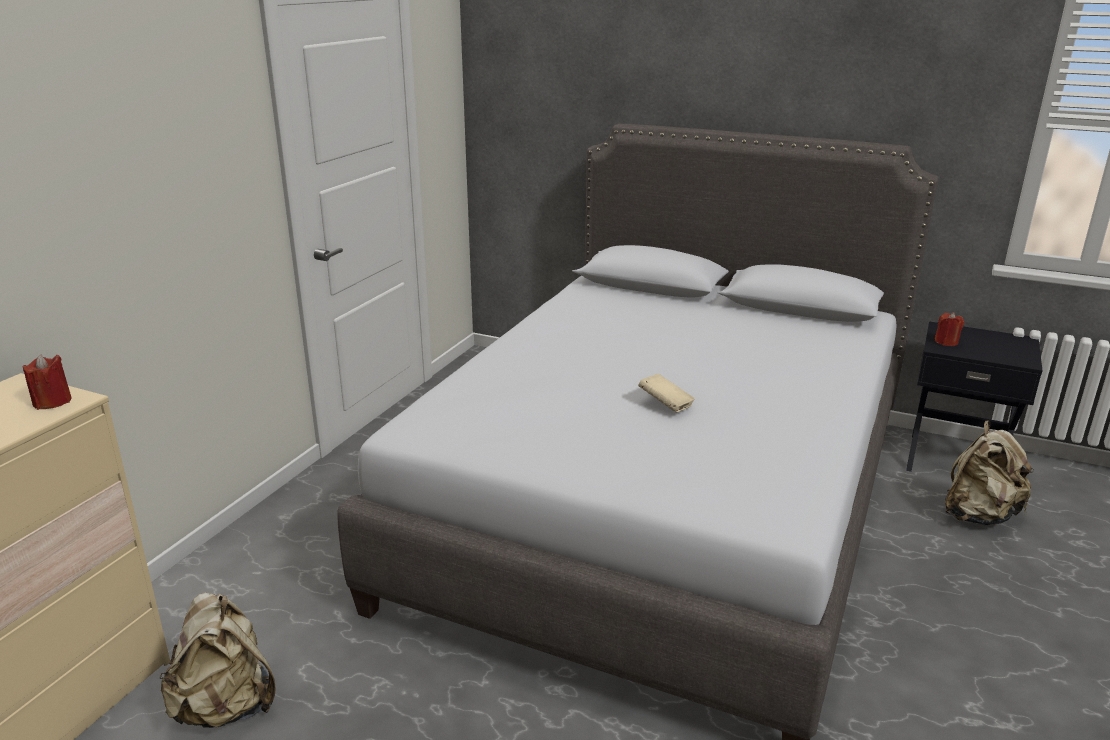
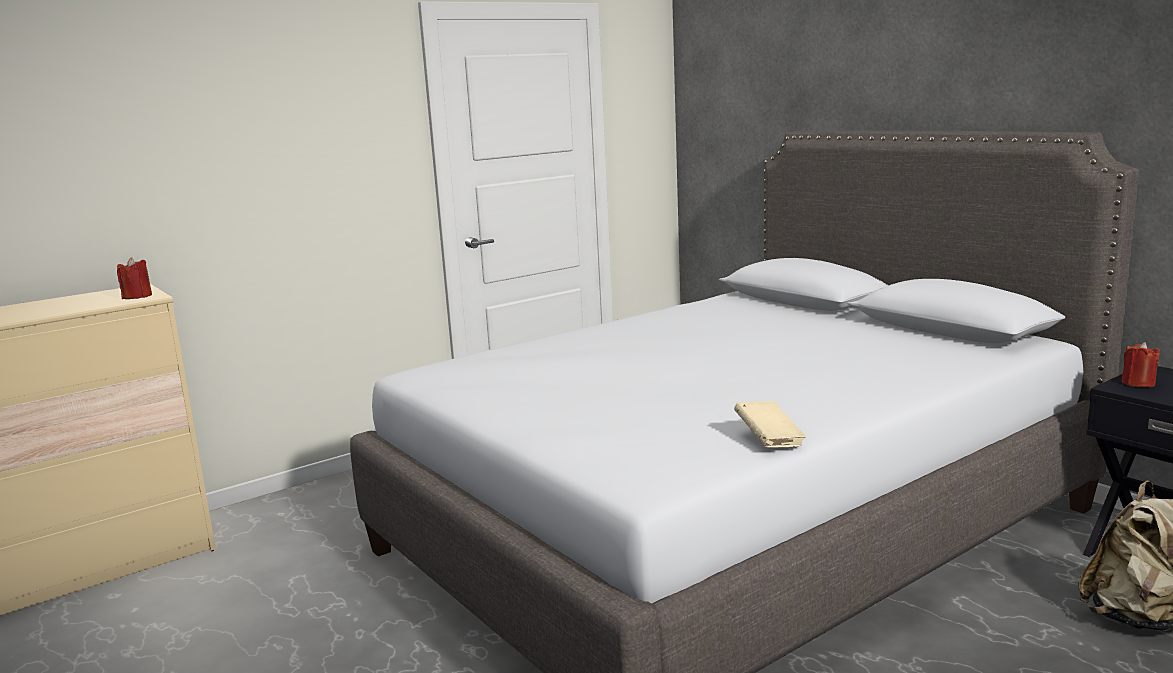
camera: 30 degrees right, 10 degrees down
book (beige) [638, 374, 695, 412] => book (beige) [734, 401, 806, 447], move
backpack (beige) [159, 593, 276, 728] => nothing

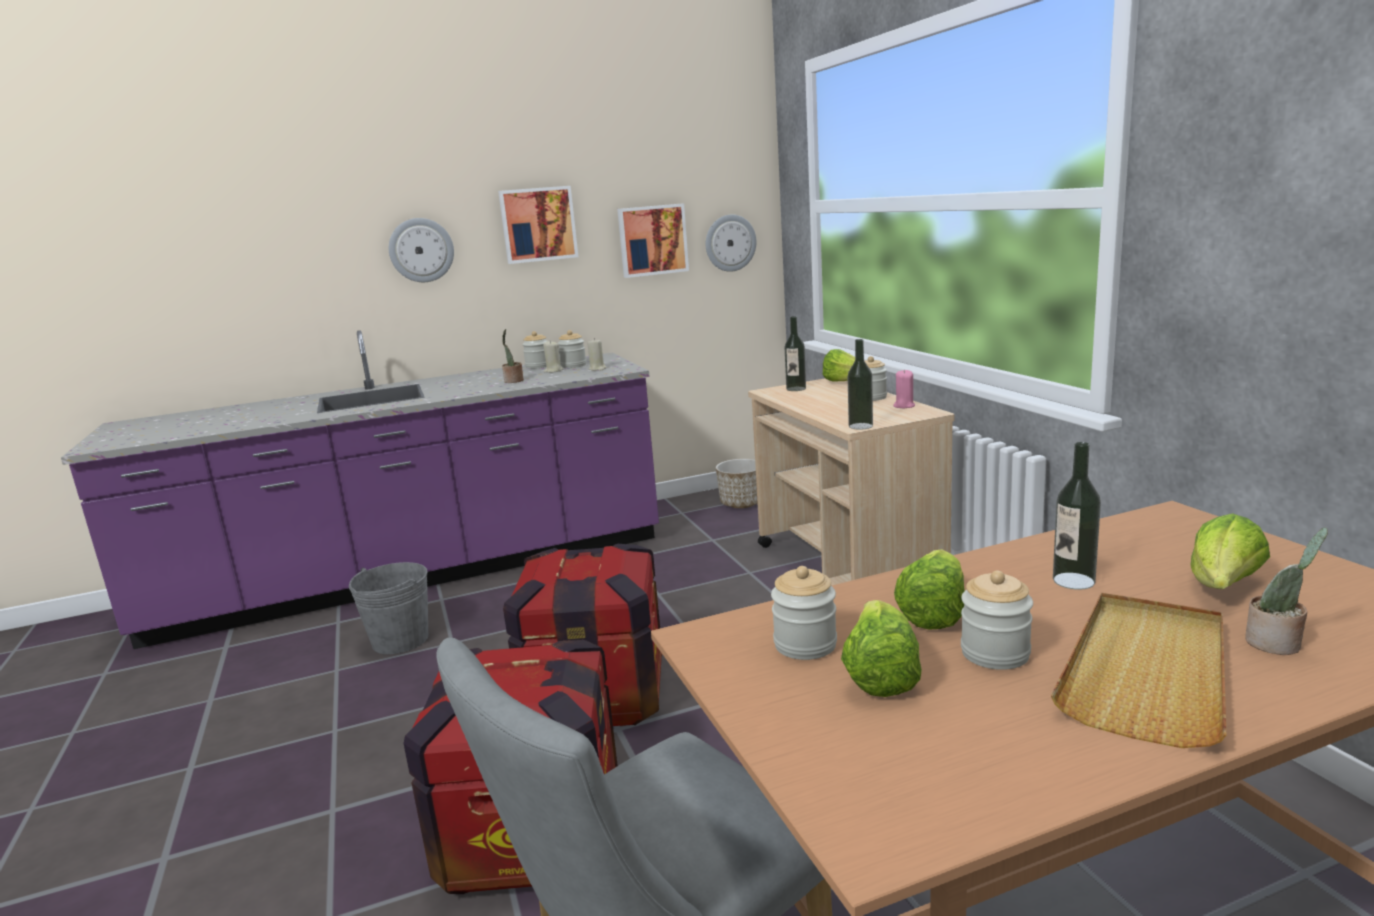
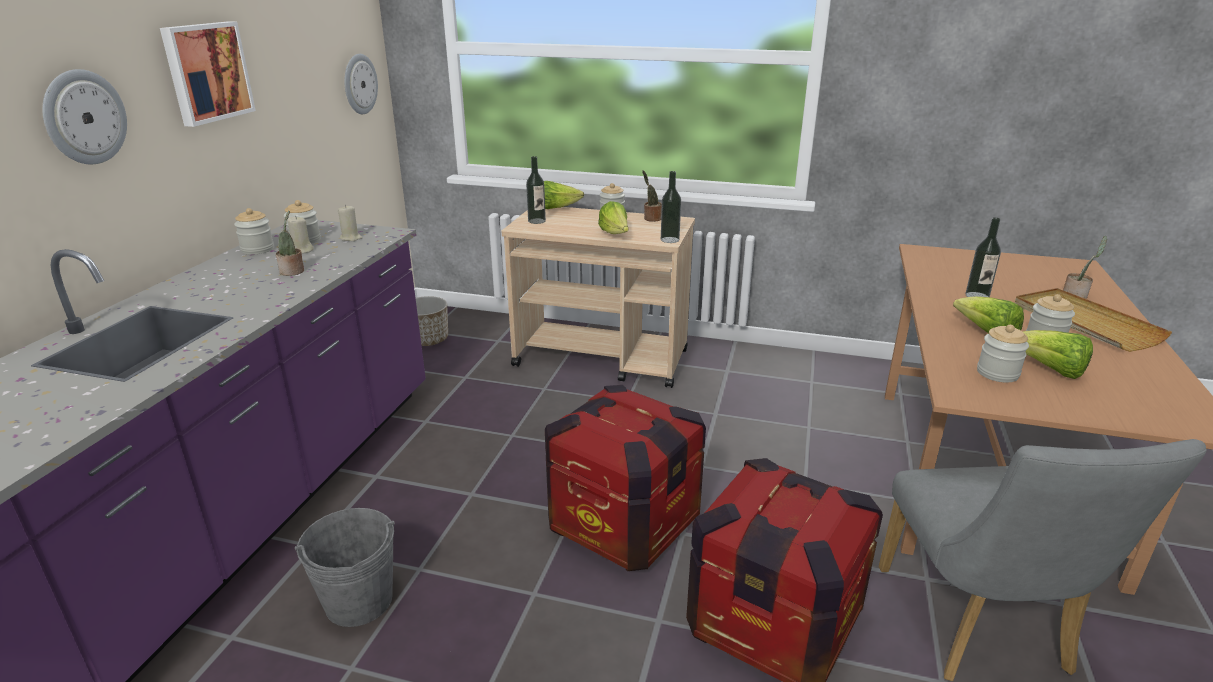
camera: 55 degrees left, 10 degrees up
lettuce [1190, 513, 1270, 589] => lettuce [598, 201, 629, 234], move
candle (pink) [893, 369, 915, 409] => potted plant [642, 170, 662, 222]
picture [617, 203, 689, 278] => nothing

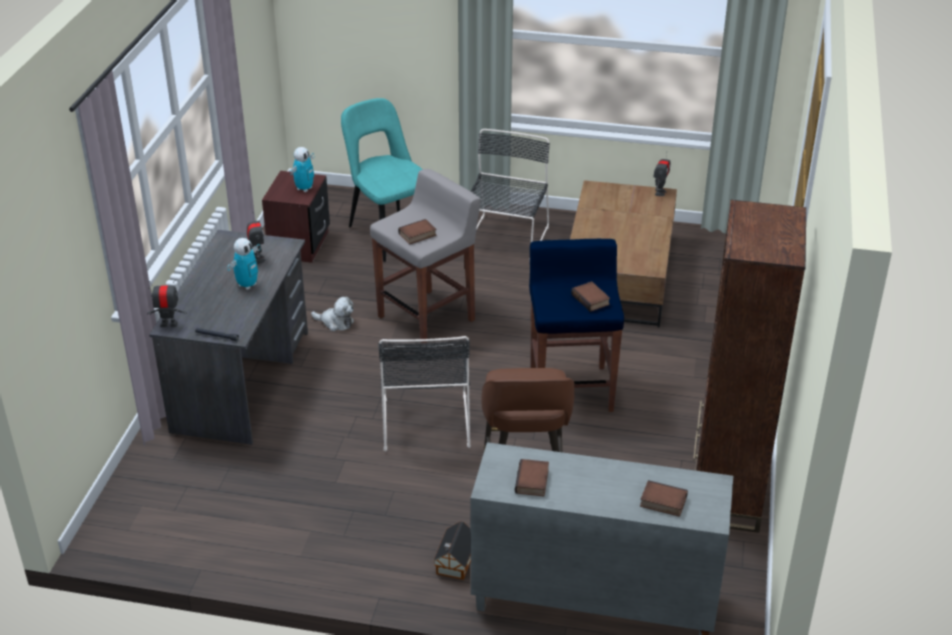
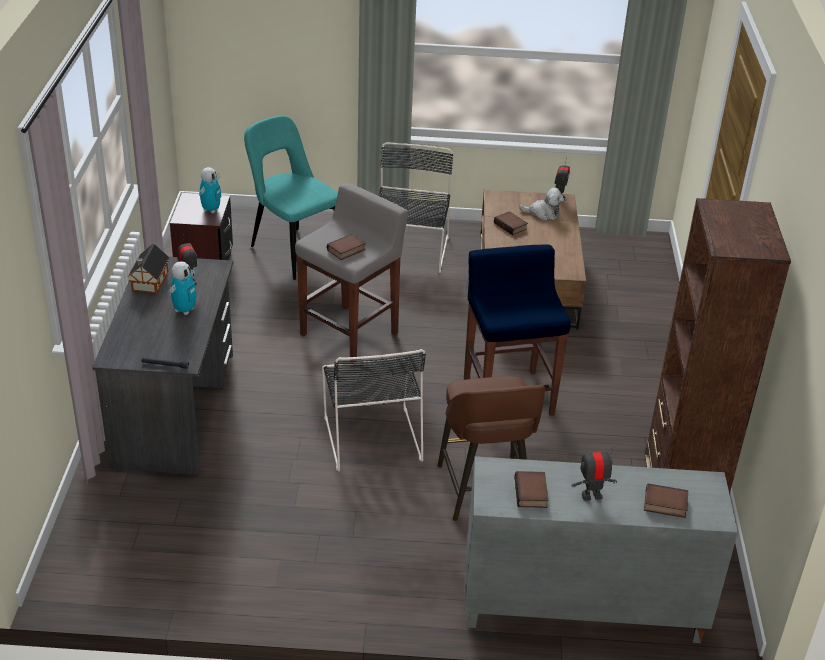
camera: 10 degrees left, 0 degrees up
toy house [433, 521, 471, 580] => toy house [128, 244, 169, 293], move
book [571, 281, 610, 312] => book [494, 211, 528, 235], move
plush toy [311, 297, 354, 331] => plush toy [519, 188, 564, 221], move
toy robot [147, 280, 187, 327] => toy robot [571, 446, 617, 501], move

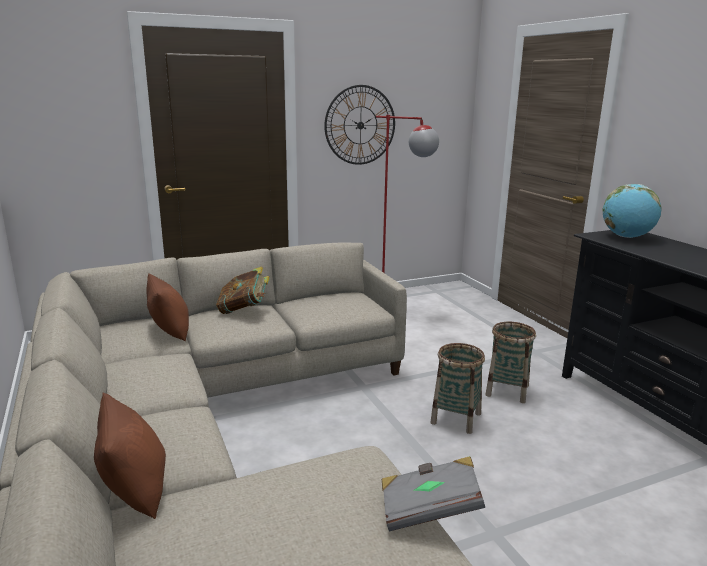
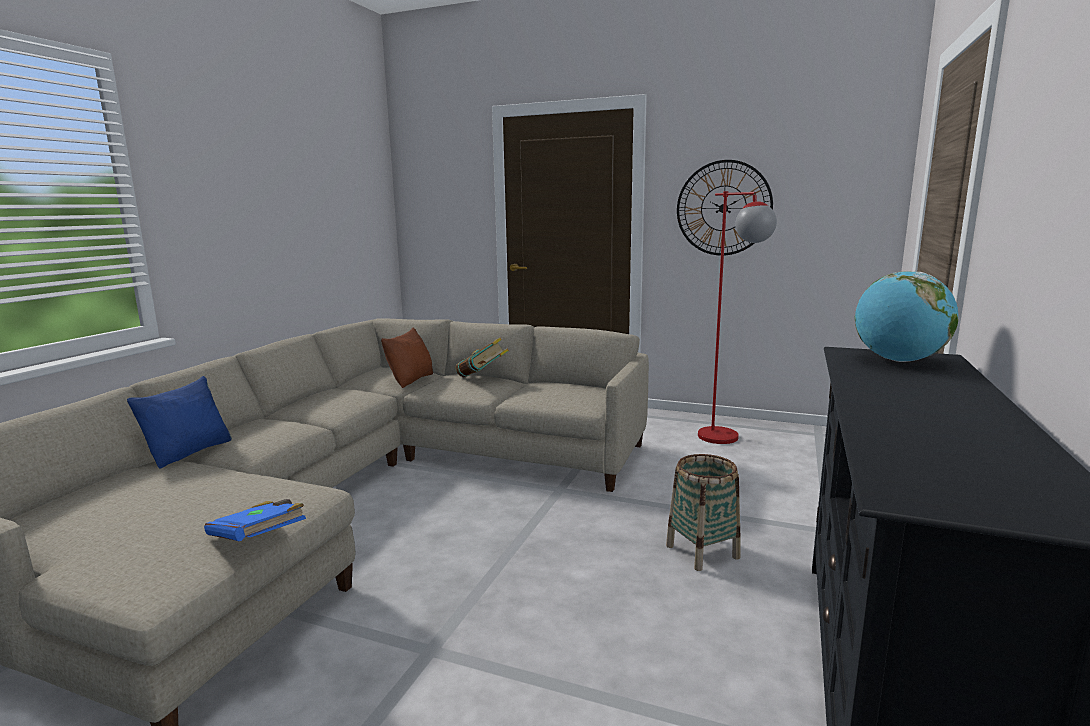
camera: 45 degrees right, 5 degrees down
pillow (brown) [94, 393, 166, 519] => pillow (blue) [127, 376, 232, 469]
book (grey) [382, 456, 485, 531] => book (blue) [204, 499, 306, 541]
basket [431, 343, 485, 434] => nothing

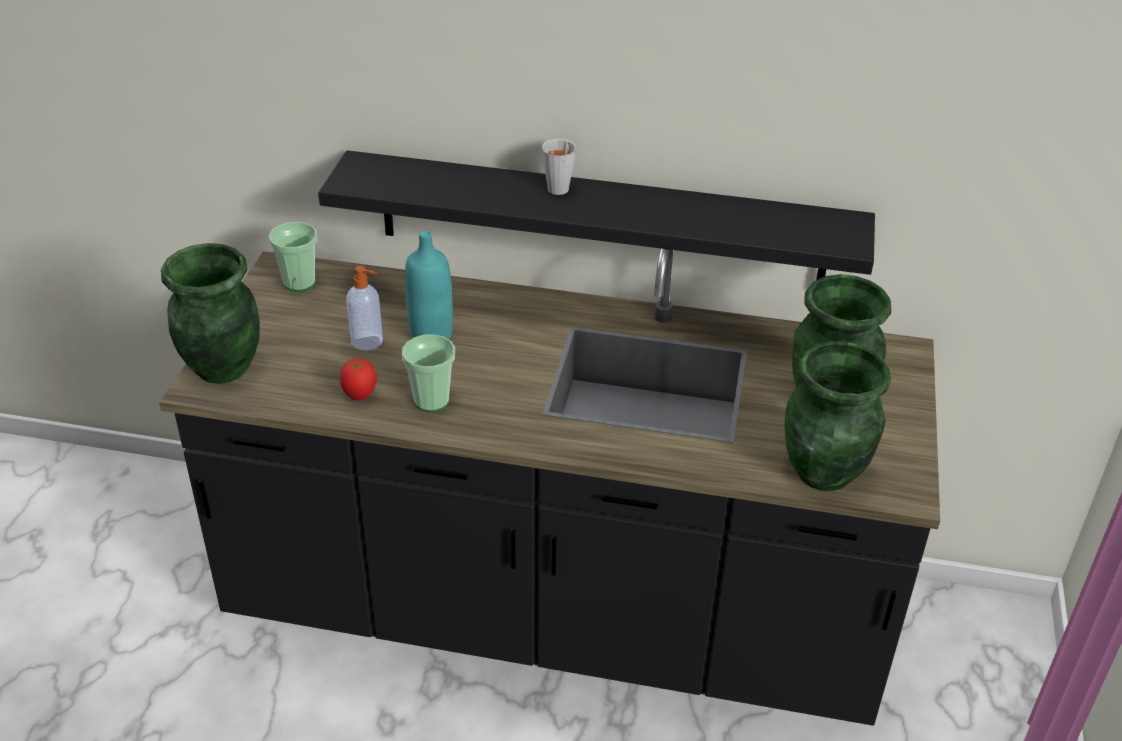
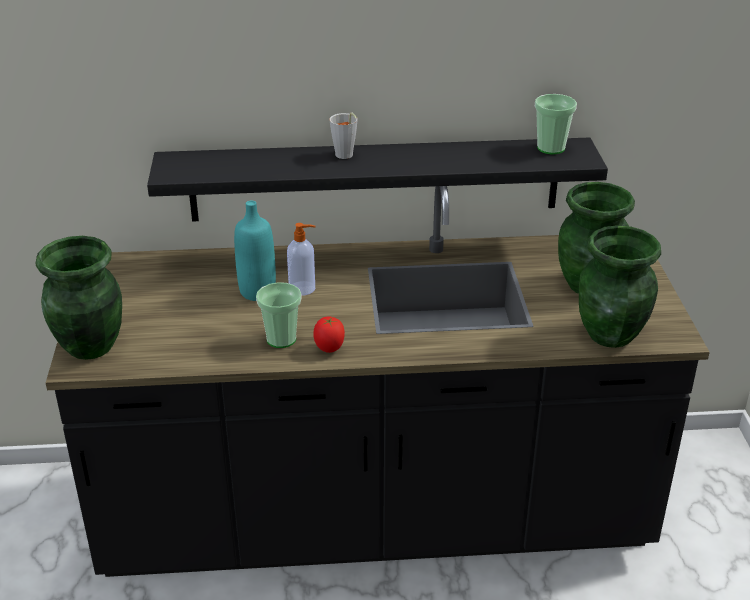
camera: 15 degrees left, 5 degrees down
soap dispenser [346, 266, 383, 351] => soap dispenser [287, 223, 315, 296], move
tomato [340, 359, 377, 400] => tomato [313, 316, 345, 353], move
cup [269, 222, 317, 292] => cup [535, 94, 577, 154], move

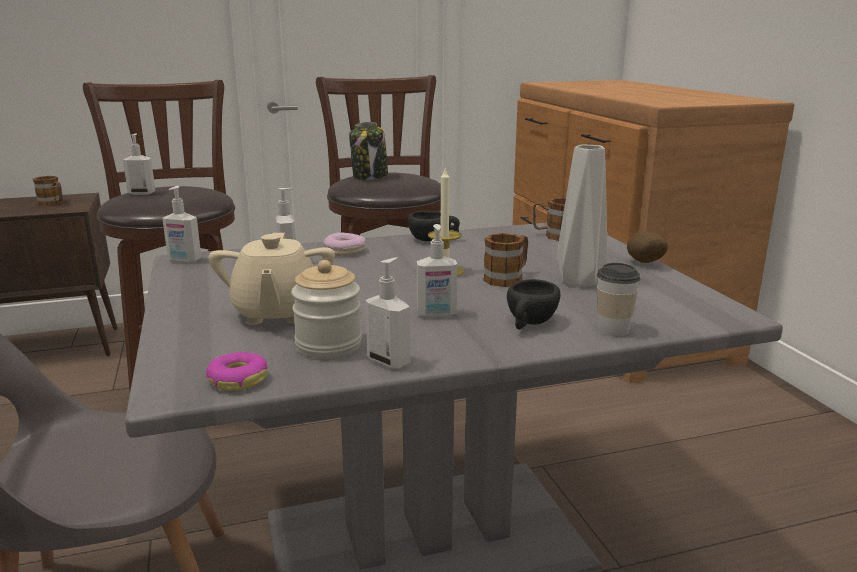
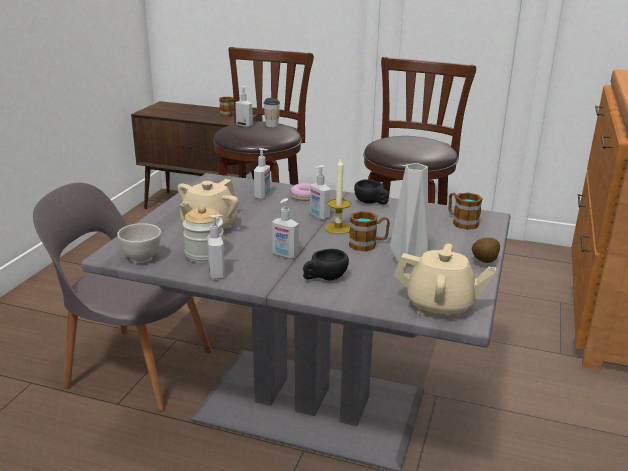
camera: 35 degrees right, 5 degrees up
donut [206, 352, 268, 391] => bowl (white) [117, 223, 161, 263]
cup [597, 263, 640, 336] => cup [264, 98, 280, 127], move
soap dispenser [162, 186, 201, 263] => soap dispenser [310, 165, 331, 220], move
nothing => teapot (beige) [394, 244, 496, 319]
jar [349, 122, 388, 180] => nothing

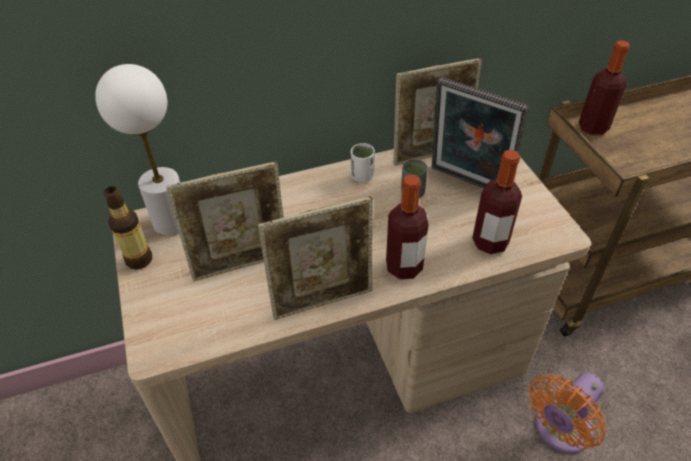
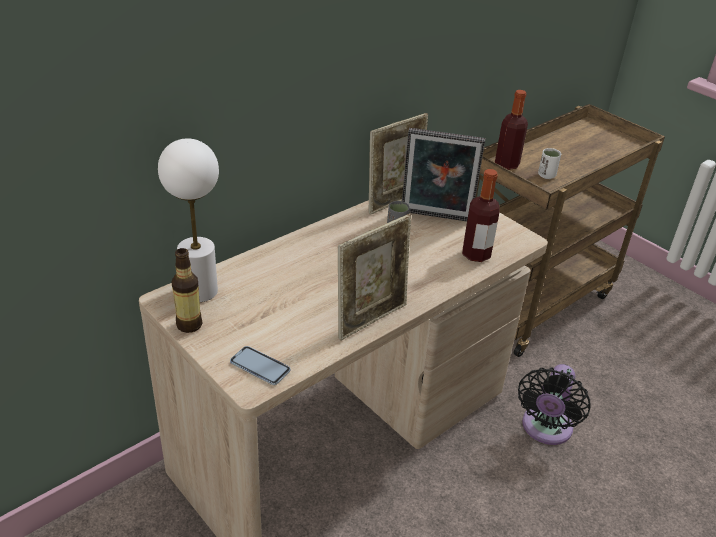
camera: 25 degrees left, 10 degrees down
nothing => phone [230, 346, 290, 385]
fan (orange) [528, 372, 606, 454] => fan (black) [518, 364, 590, 445]
cup (white) [351, 143, 375, 182] => cup (white) [538, 148, 561, 179], move
picture frame [166, 161, 284, 281] => nothing
bottle [386, 175, 429, 279] => nothing

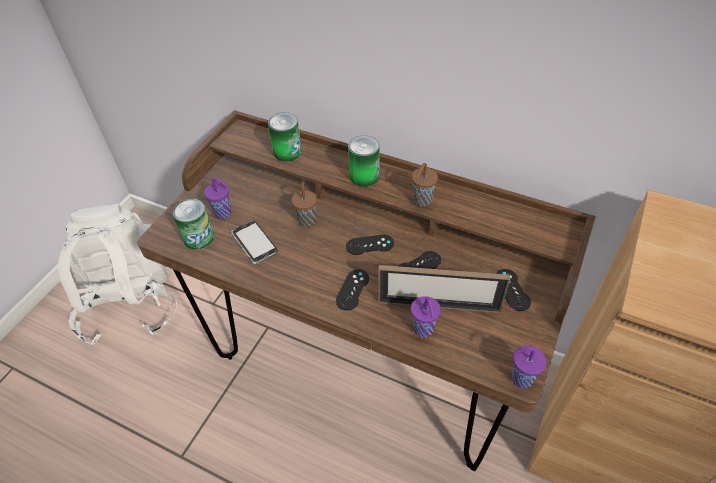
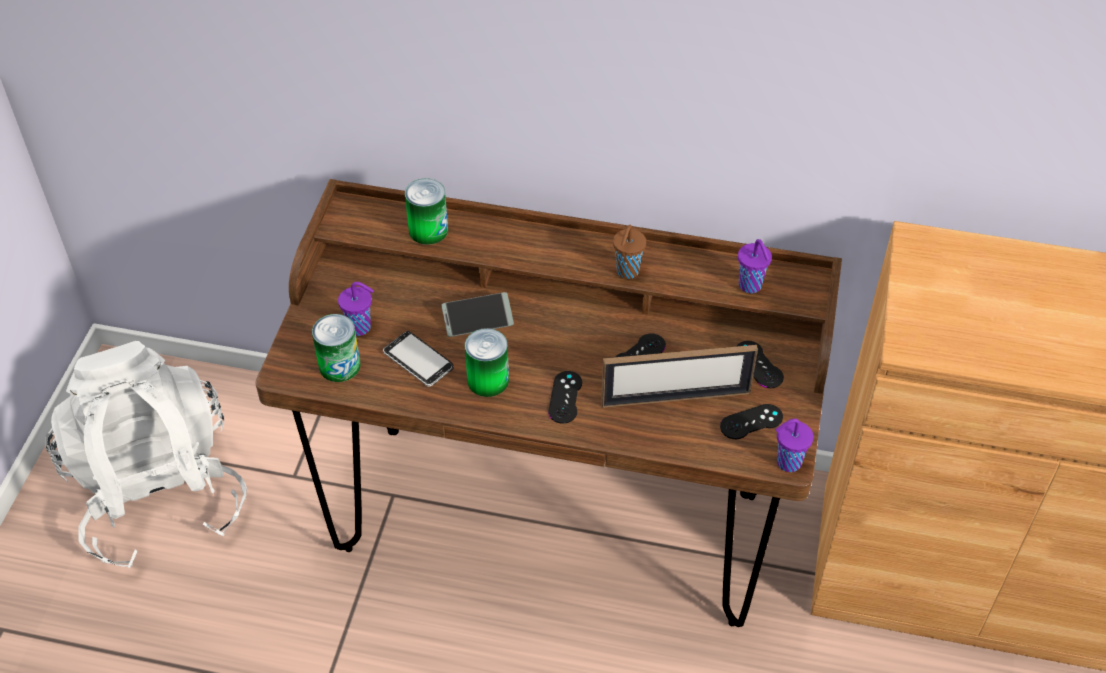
camera: 15 degrees left, 0 degrees up
cup (brown) [292, 182, 317, 227] => phone [441, 292, 514, 337]
can [348, 135, 380, 187] => can [465, 328, 509, 397], move
game controller (black) [346, 235, 394, 255] => game controller (black) [720, 404, 783, 439], move
cup (purple) [411, 297, 441, 338] => cup (purple) [738, 239, 772, 293], move

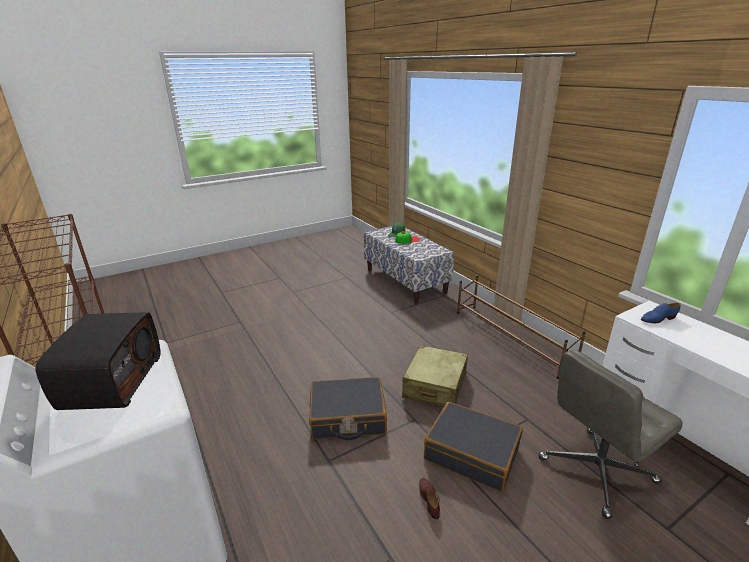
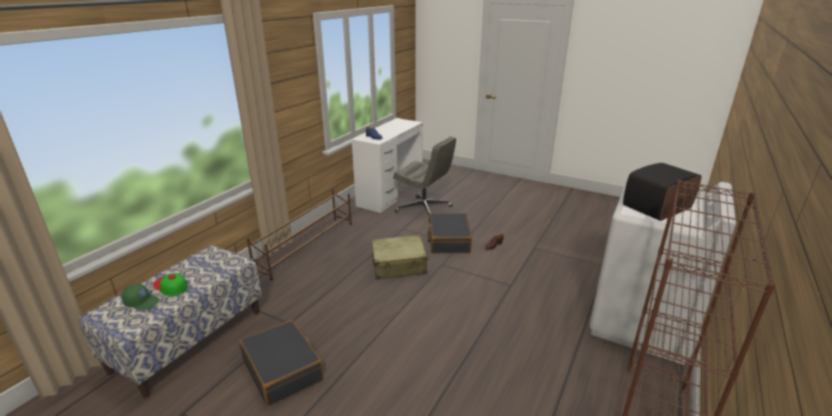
camera: 120 degrees left, 0 degrees up
suitcase (black) [309, 377, 387, 440] => suitcase (black) [239, 320, 323, 406], move

